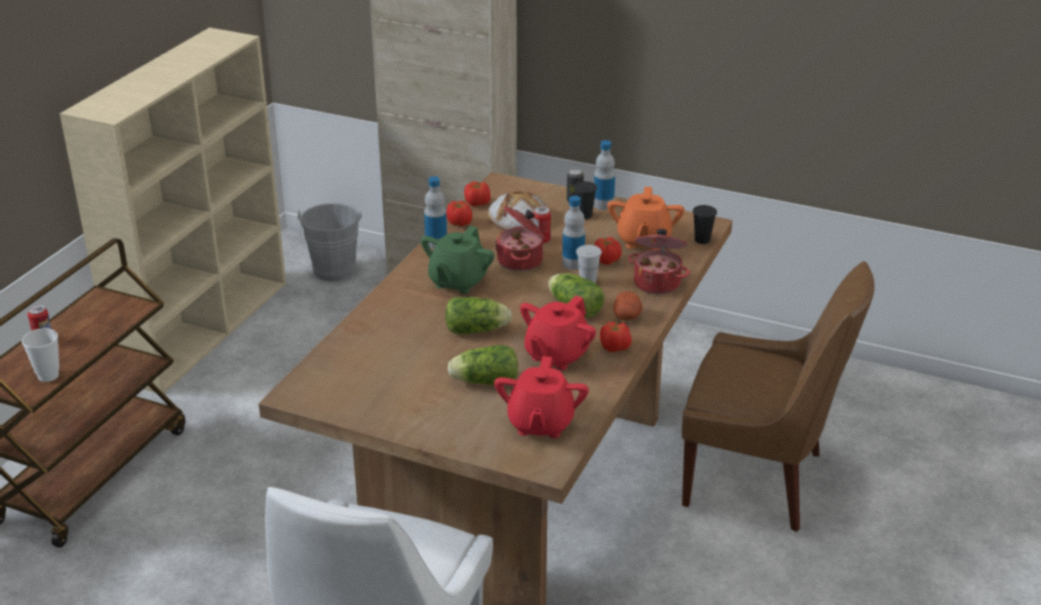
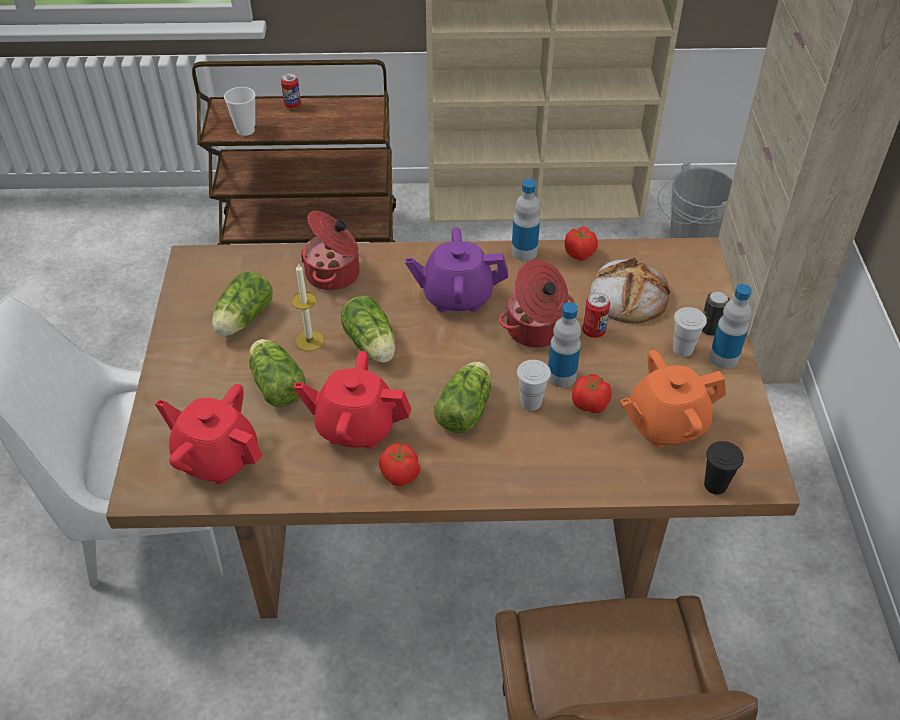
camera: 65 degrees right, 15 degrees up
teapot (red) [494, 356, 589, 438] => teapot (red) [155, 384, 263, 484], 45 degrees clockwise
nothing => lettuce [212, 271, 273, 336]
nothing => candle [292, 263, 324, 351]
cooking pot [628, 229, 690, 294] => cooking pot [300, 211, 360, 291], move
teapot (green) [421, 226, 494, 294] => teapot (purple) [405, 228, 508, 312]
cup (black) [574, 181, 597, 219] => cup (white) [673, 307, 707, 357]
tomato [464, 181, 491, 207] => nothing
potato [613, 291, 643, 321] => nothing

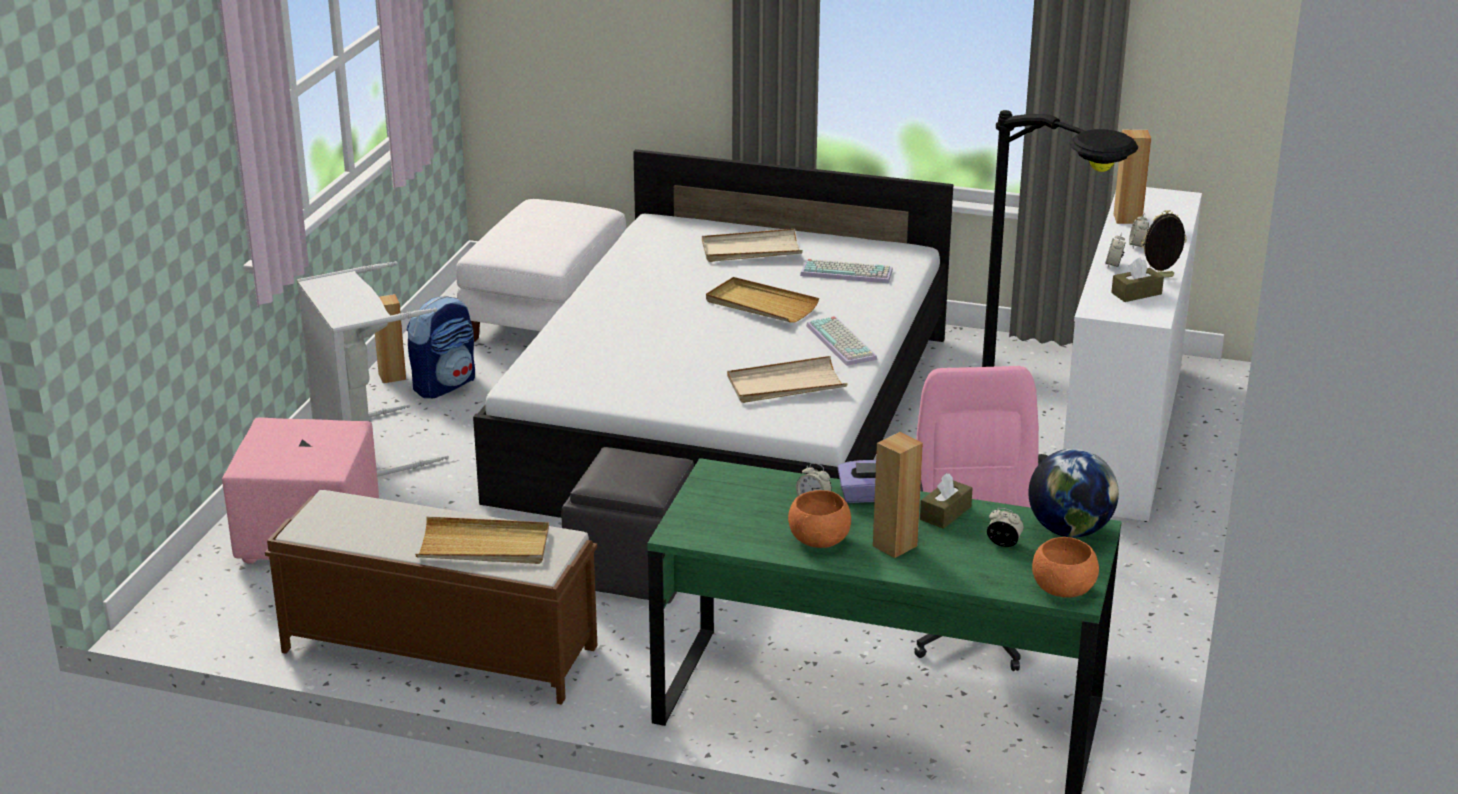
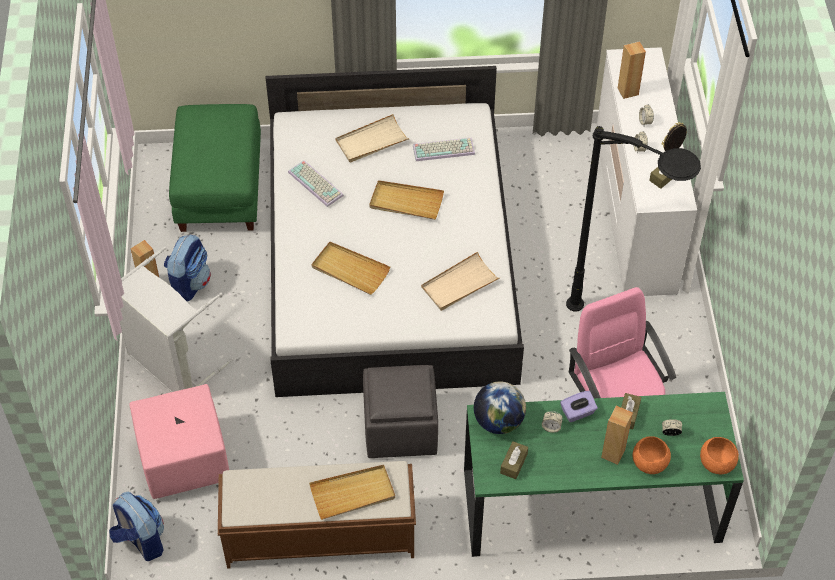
camera: 20 degrees left, 25 degrees up
nothing => backpack [109, 492, 164, 561]
ottoman (white) [456, 199, 626, 342] => ottoman (green) [169, 104, 261, 232]
keyboard [806, 316, 877, 366] => keyboard [288, 161, 344, 207], move
nothing => tray (beige) [312, 242, 390, 295]
globe [1028, 449, 1119, 538] => globe [474, 381, 526, 434], move
nothing => tissue box (brown) [500, 441, 528, 479]
bowl (orange) [788, 490, 851, 548] => bowl (orange) [632, 436, 671, 474], move

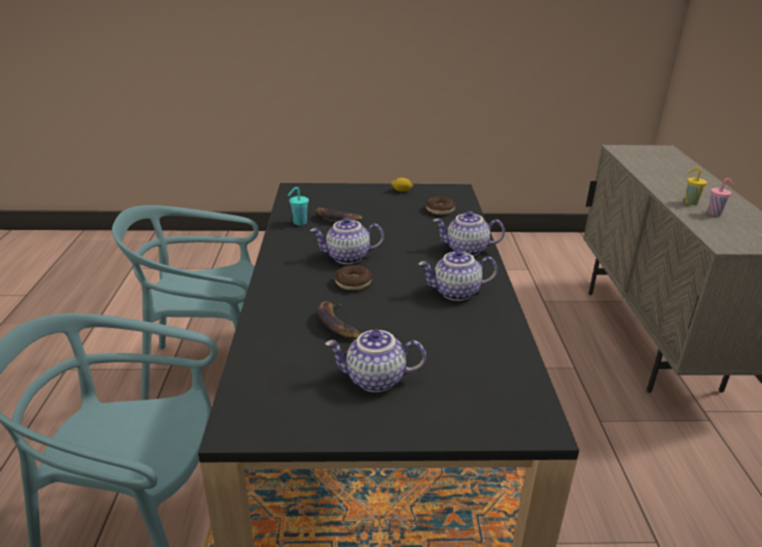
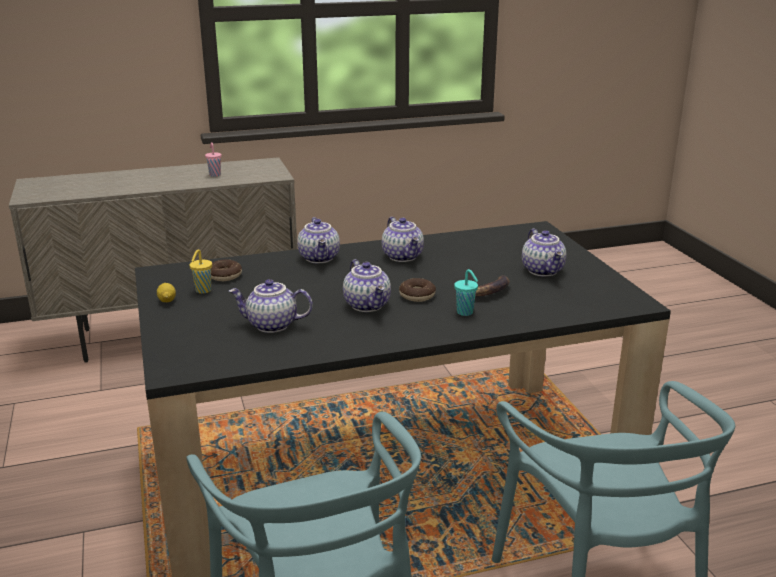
camera: 105 degrees left, 5 degrees down
cup (yellow) [685, 167, 707, 205] => cup (yellow) [189, 249, 212, 294], move
banana [316, 207, 363, 221] => teapot [229, 279, 313, 333]
cup (turquoise) [288, 187, 309, 226] => cup (turquoise) [454, 269, 478, 316], move

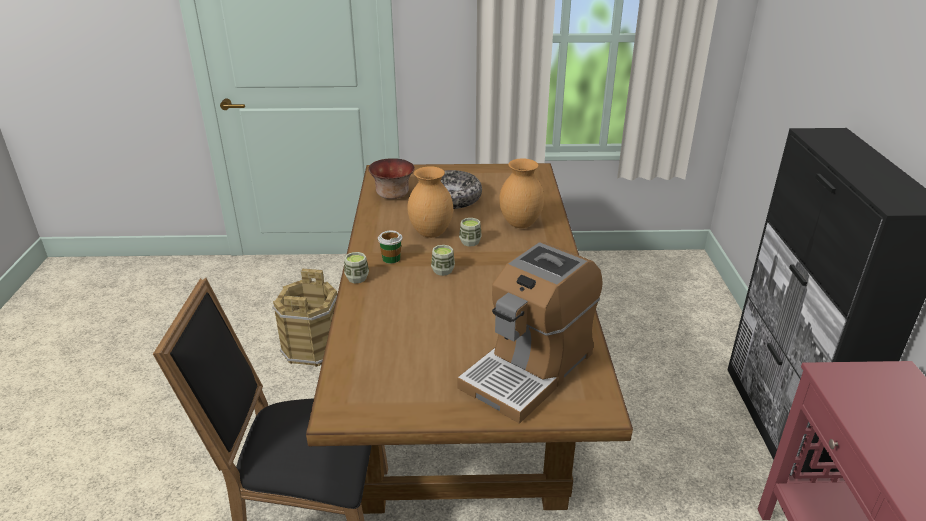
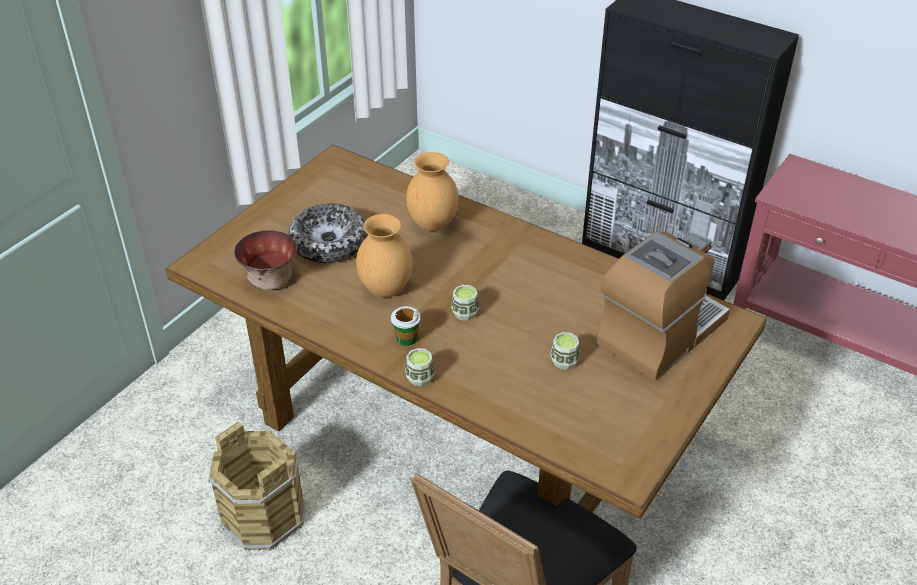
camera: 55 degrees left, 10 degrees up
cup [459, 218, 482, 246] => cup [550, 332, 580, 370], move
coffee machine [457, 242, 603, 424] => coffee machine [596, 231, 730, 381], 120 degrees counterclockwise

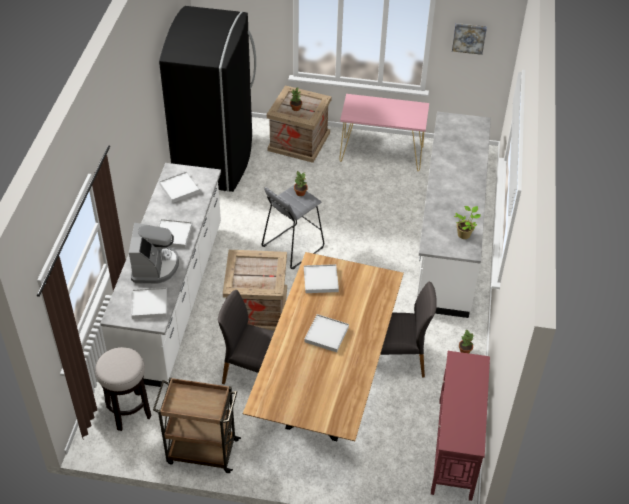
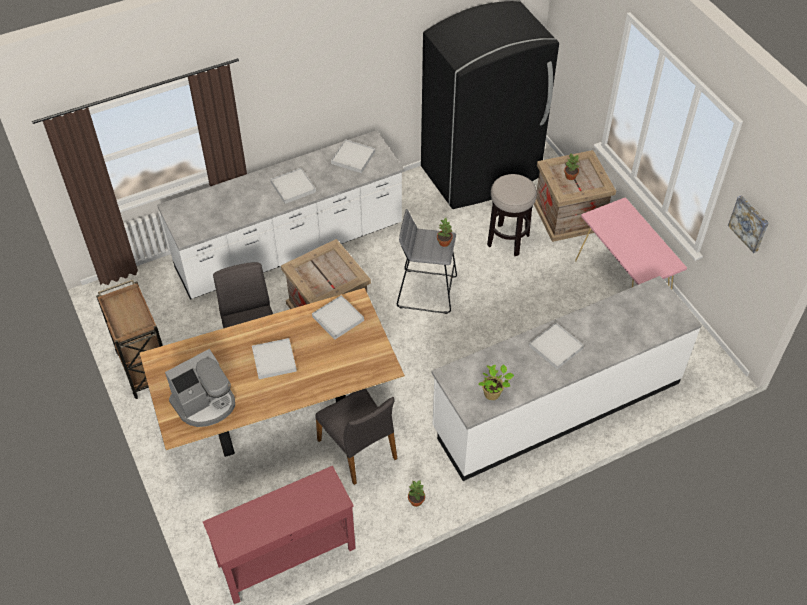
camera: 55 degrees right, 5 degrees up
coffee machine [129, 223, 179, 284] => coffee machine [165, 349, 235, 427], move
stool [95, 347, 151, 431] => stool [487, 174, 537, 256], move
tray (white) [131, 287, 167, 319] => tray (white) [529, 323, 584, 369], move

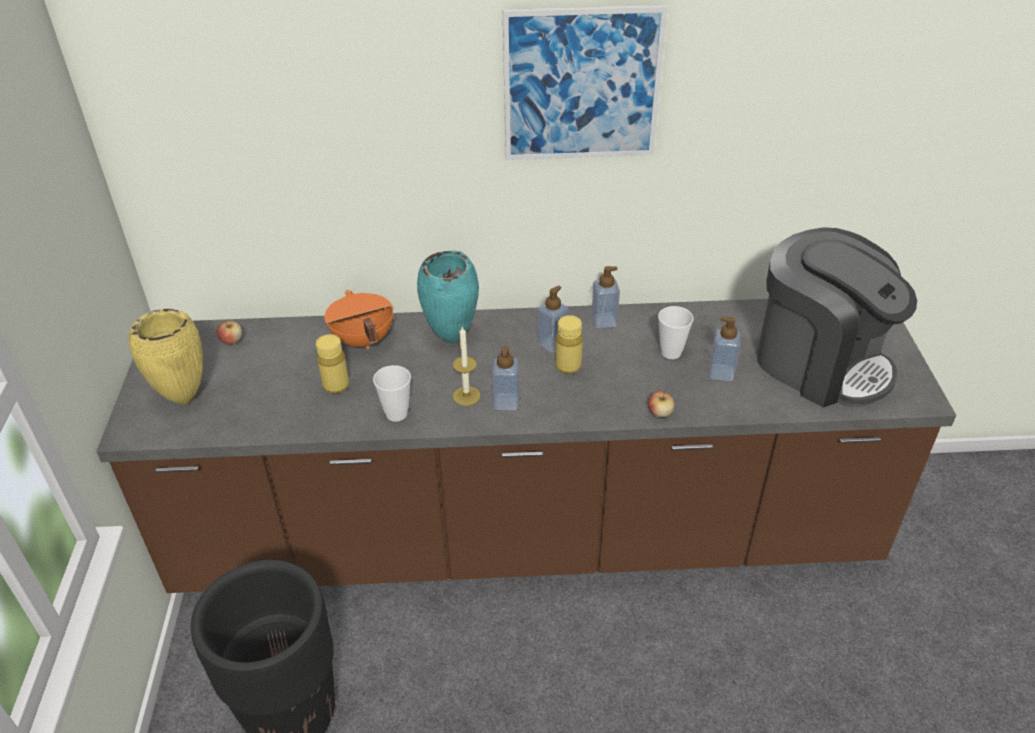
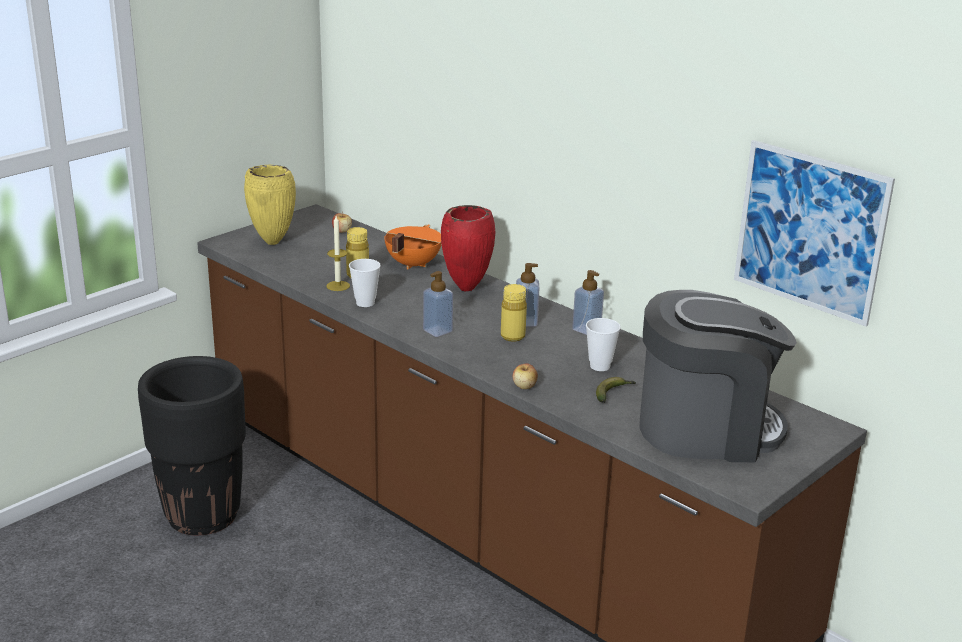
camera: 45 degrees right, 15 degrees down
candle [452, 327, 481, 406] => candle [326, 216, 350, 291], move
vase (turquoise) [417, 251, 479, 343] => vase (red) [441, 205, 496, 291]
soap dispenser [709, 317, 741, 382] => banana [596, 377, 636, 403]
coffee machine [757, 227, 917, 407] => coffee machine [640, 290, 797, 462], 90 degrees counterclockwise
picture [503, 5, 668, 160] => picture [734, 140, 895, 327], move

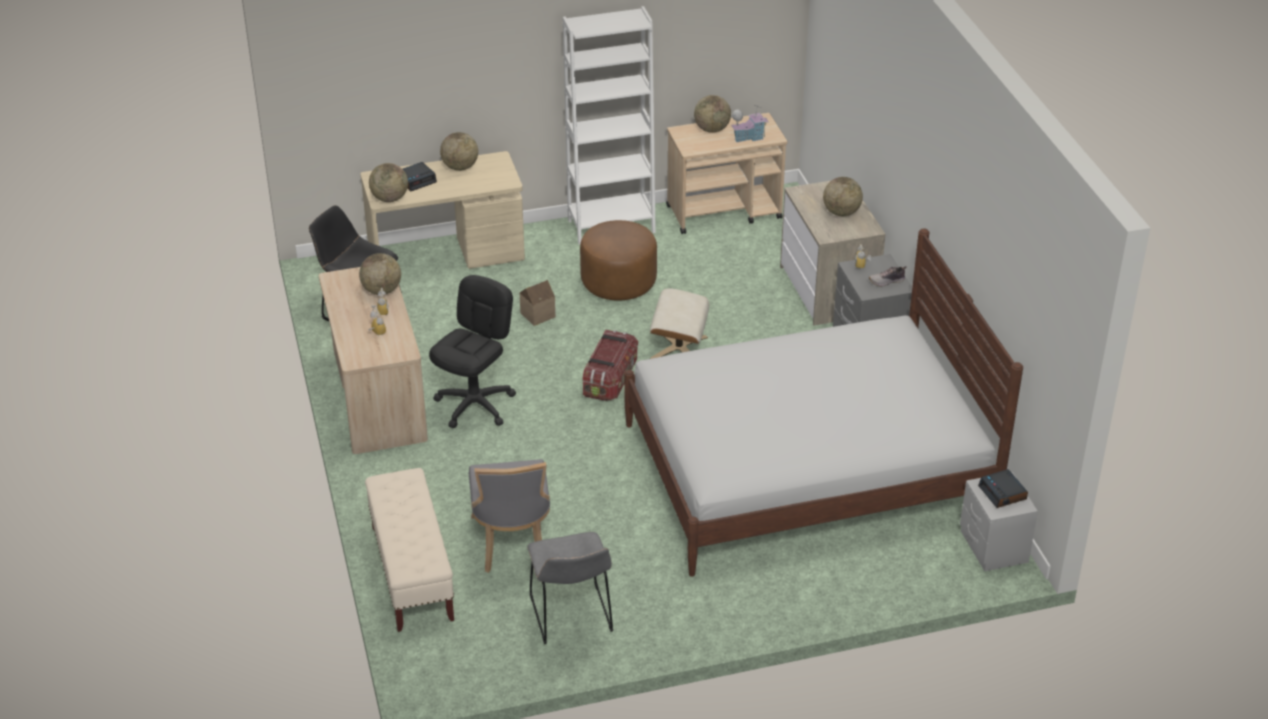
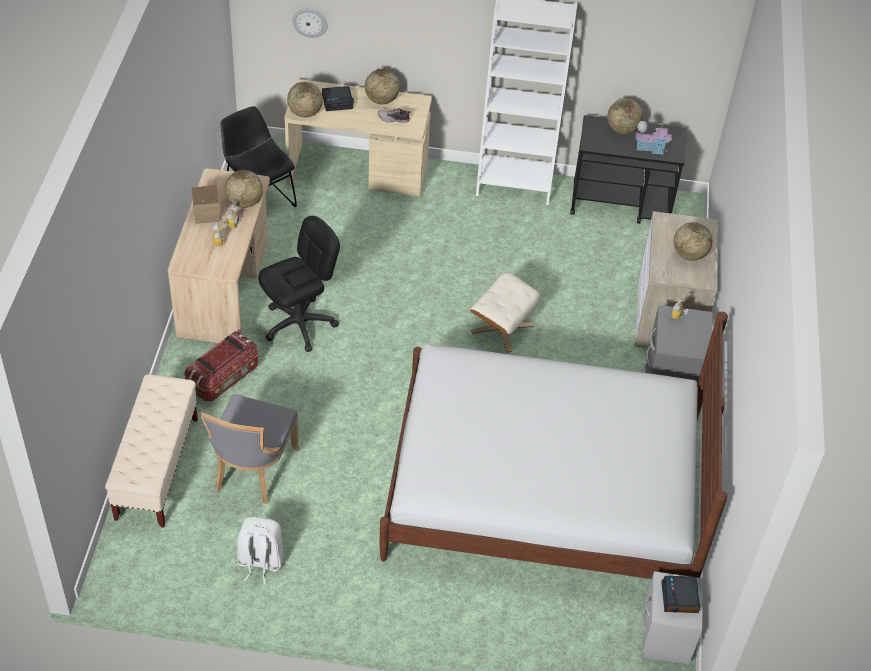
camera: 20 degrees right, 10 degrees up
storage box [583, 330, 638, 401] => storage box [184, 331, 258, 401], move
toy house [520, 280, 556, 326] => toy house [191, 185, 221, 224], move
chair (grey) [527, 532, 613, 644] => backpack (white) [237, 517, 283, 584]
nothing => wall clock [293, 9, 328, 38]
shoe [869, 266, 907, 287] => shoe [378, 108, 411, 123], move
cart (beige) [666, 113, 787, 234] => cart (black) [570, 115, 686, 224]
ottoman (brown) [580, 220, 657, 301] => nothing

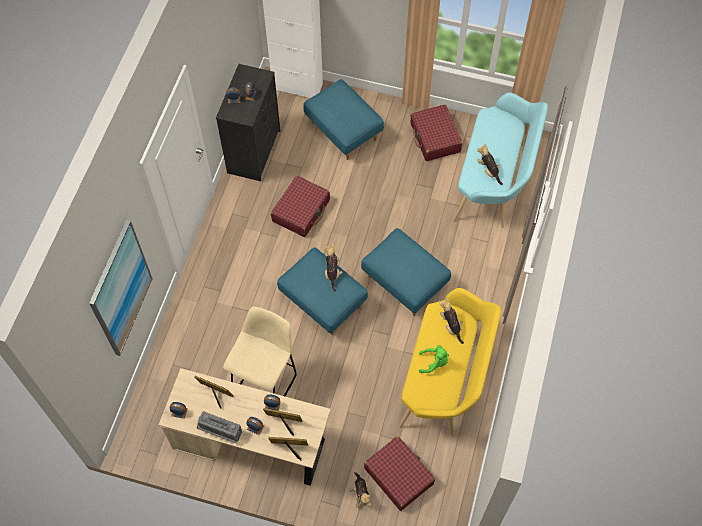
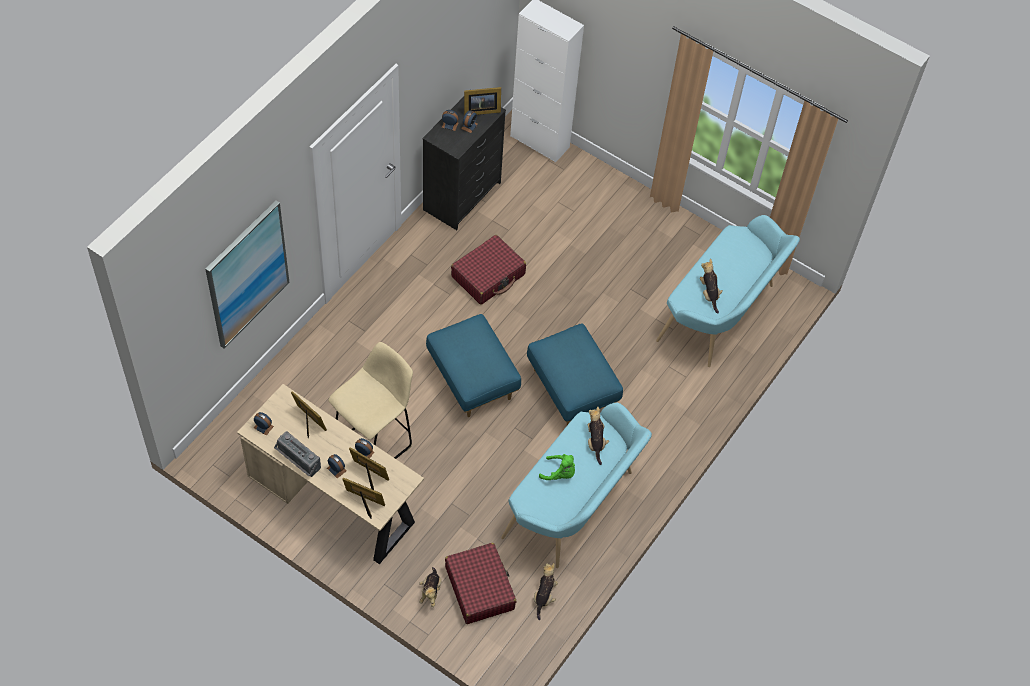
camera: 15 degrees right, 5 degrees down
nothing => picture frame [464, 87, 501, 116]
bench (yellow) [399, 288, 501, 437] => bench (turquoise) [501, 403, 652, 568]
plush toy [325, 244, 343, 291] => plush toy [534, 563, 558, 620], move
ottoman (blue) [303, 79, 384, 160] => nothing
suitcase (red) [411, 105, 462, 161] => nothing

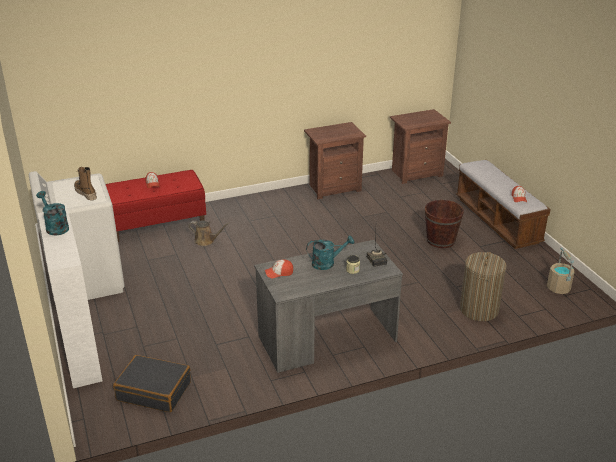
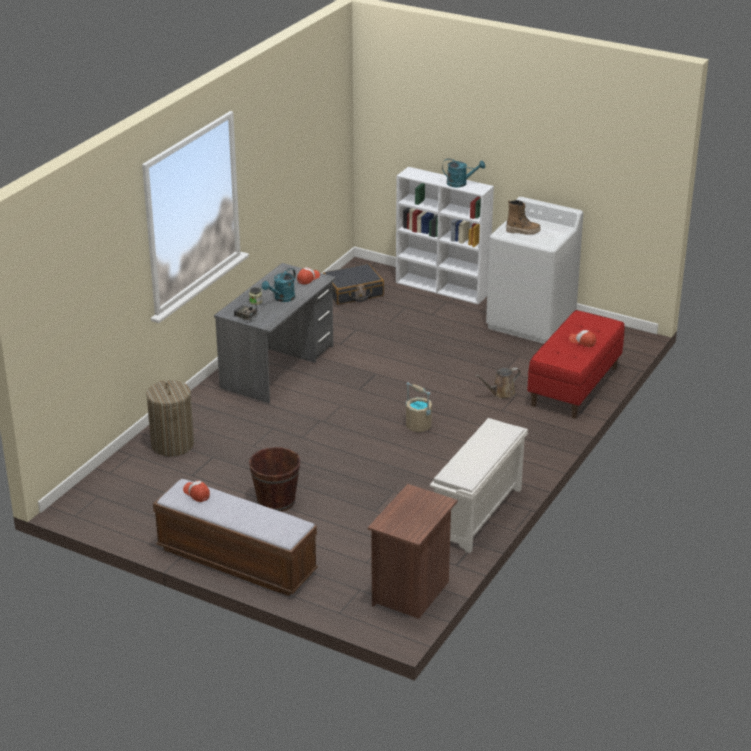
camera: 140 degrees right, 0 degrees up
bucket (beige) [547, 247, 574, 294] => bucket (beige) [406, 382, 432, 432], move
nightstand (brown) [304, 122, 366, 199] => shoe rack (white) [430, 418, 528, 553]

